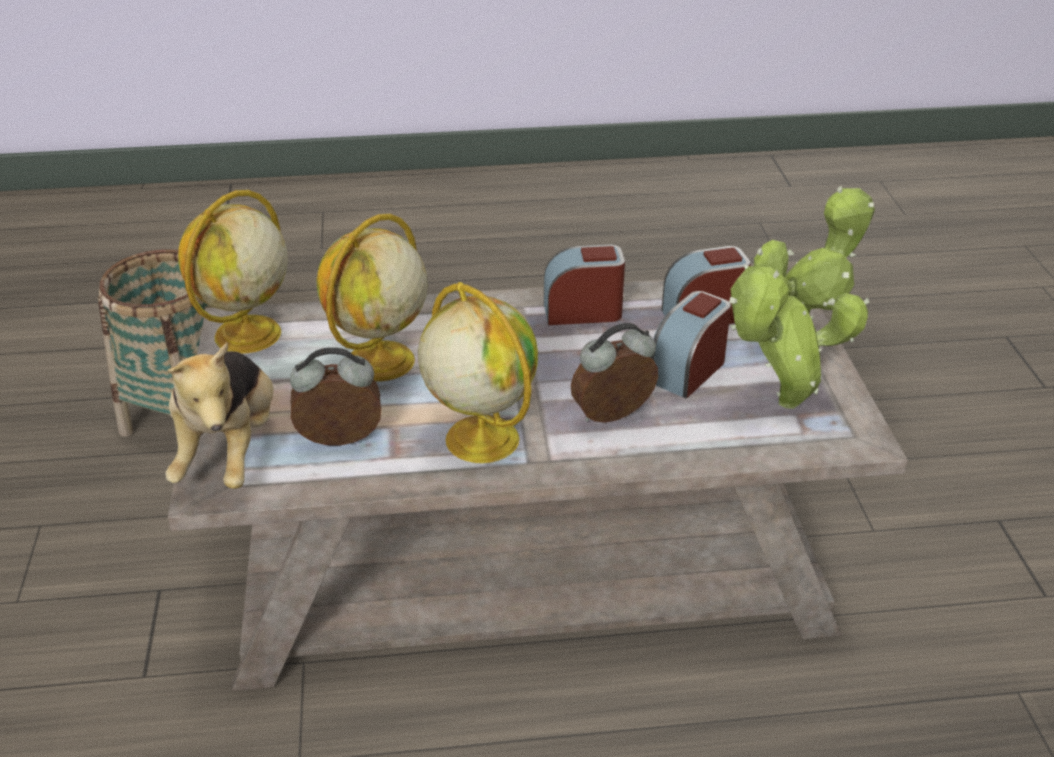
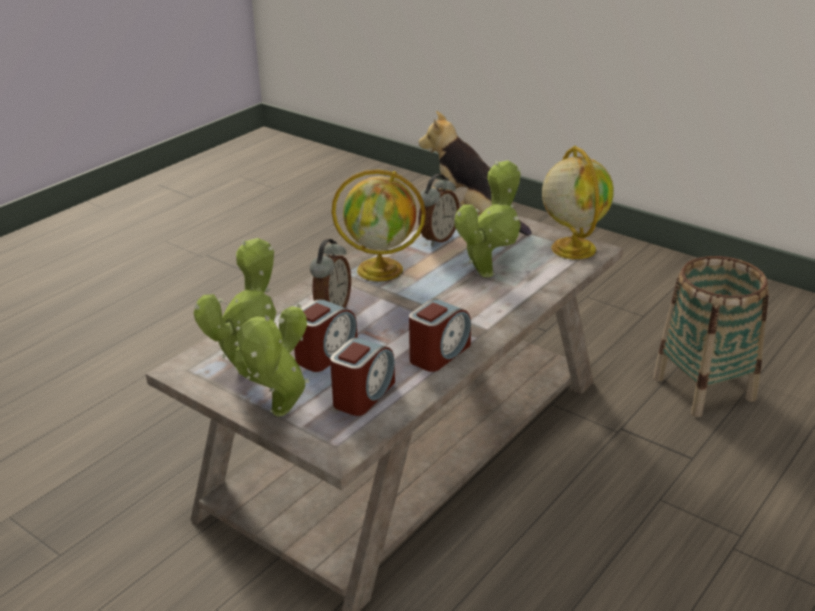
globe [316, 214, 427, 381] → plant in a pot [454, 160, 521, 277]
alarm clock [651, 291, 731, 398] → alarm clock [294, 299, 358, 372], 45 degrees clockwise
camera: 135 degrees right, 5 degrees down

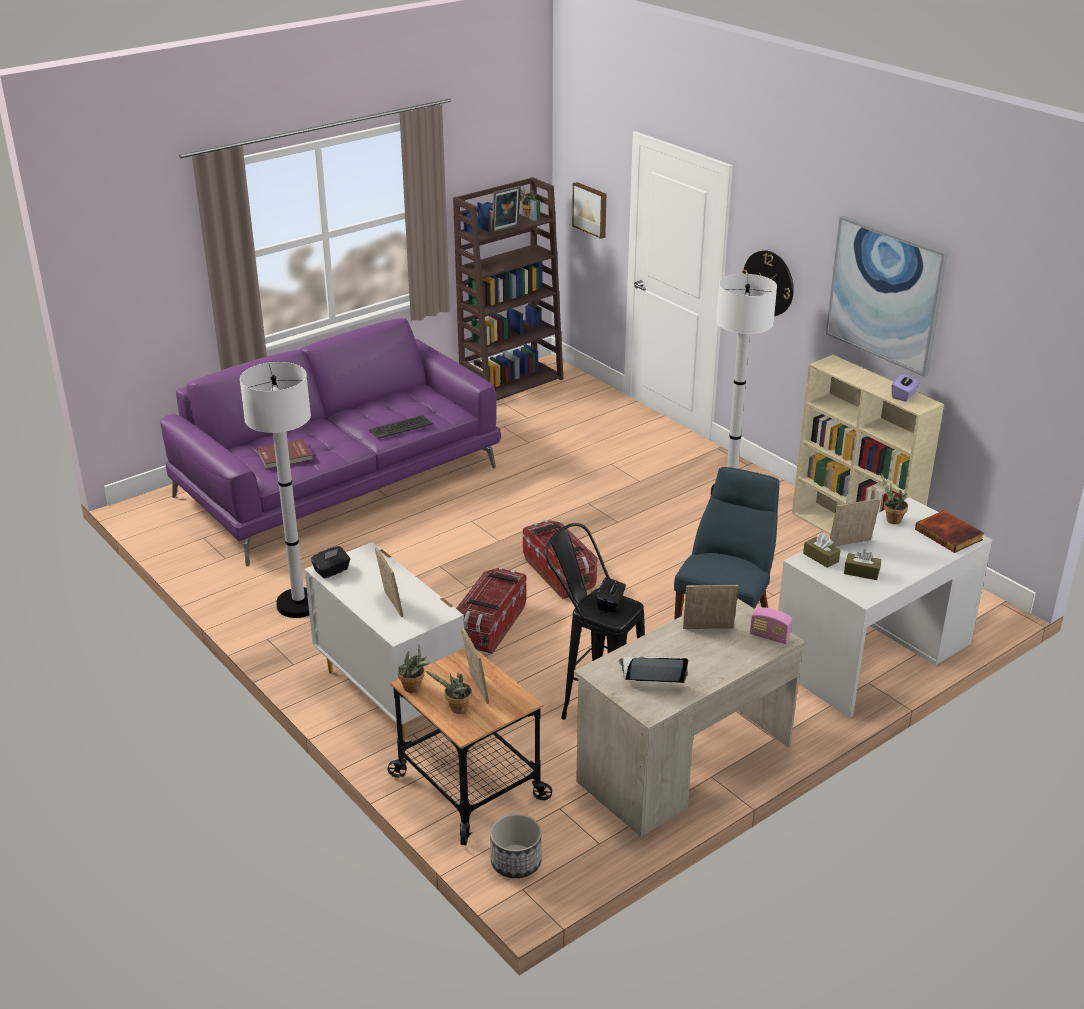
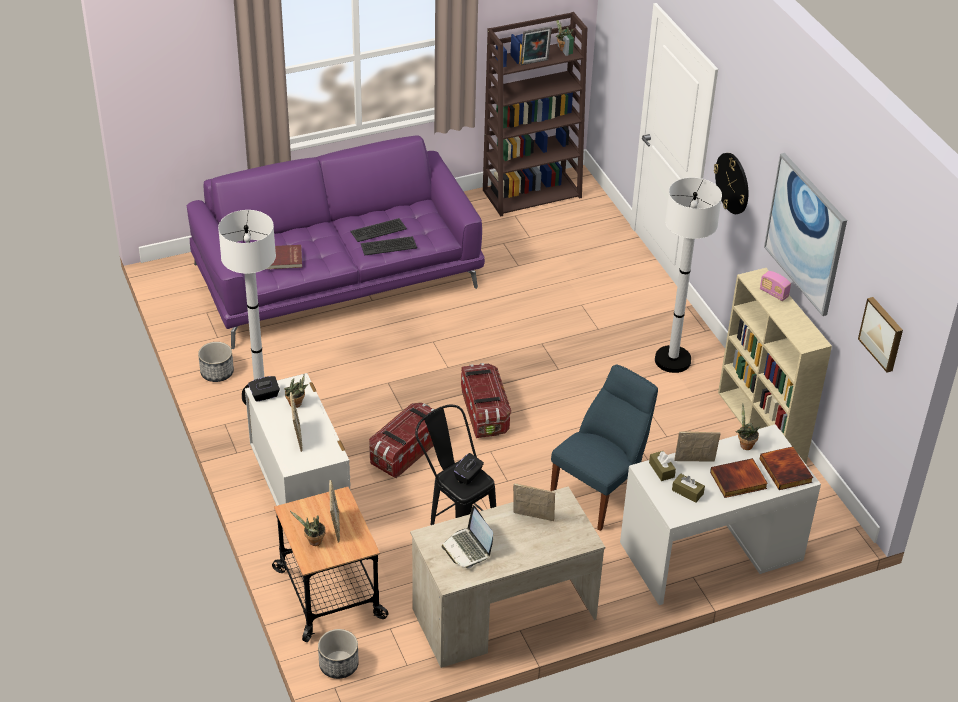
plant in a pot [398, 644, 429, 693] → plant in a pot [284, 375, 308, 408], shifted
picture [572, 182, 606, 239] → picture [858, 297, 903, 373], shifted
laptop [618, 656, 688, 684] → laptop [441, 505, 493, 568], 135 degrees counterclockwise
radio receiver [750, 607, 793, 644] → radio receiver [760, 271, 791, 301], shifted
purple-coloured box of tissues [891, 373, 920, 402] → -
- → flower pot [198, 342, 234, 382]
- → keyboard [350, 218, 407, 242]
- → book [710, 458, 768, 498]
camera: 15 degrees right, 10 degrees up

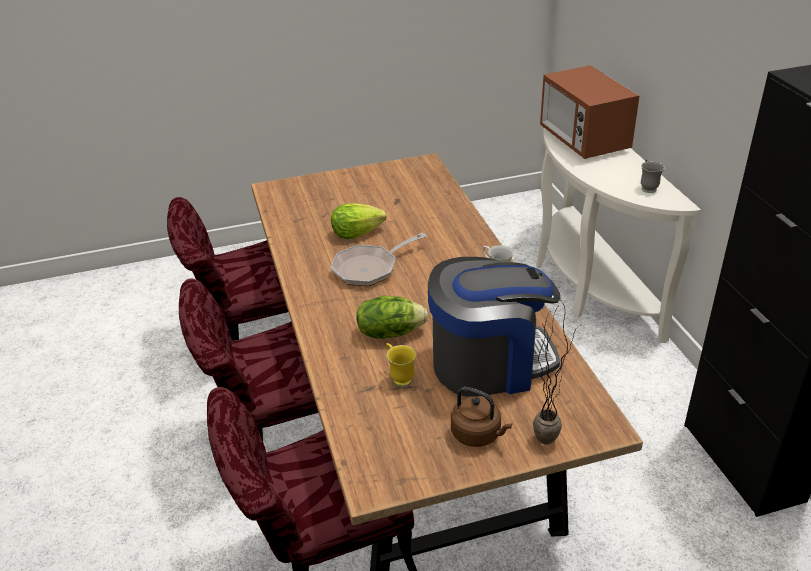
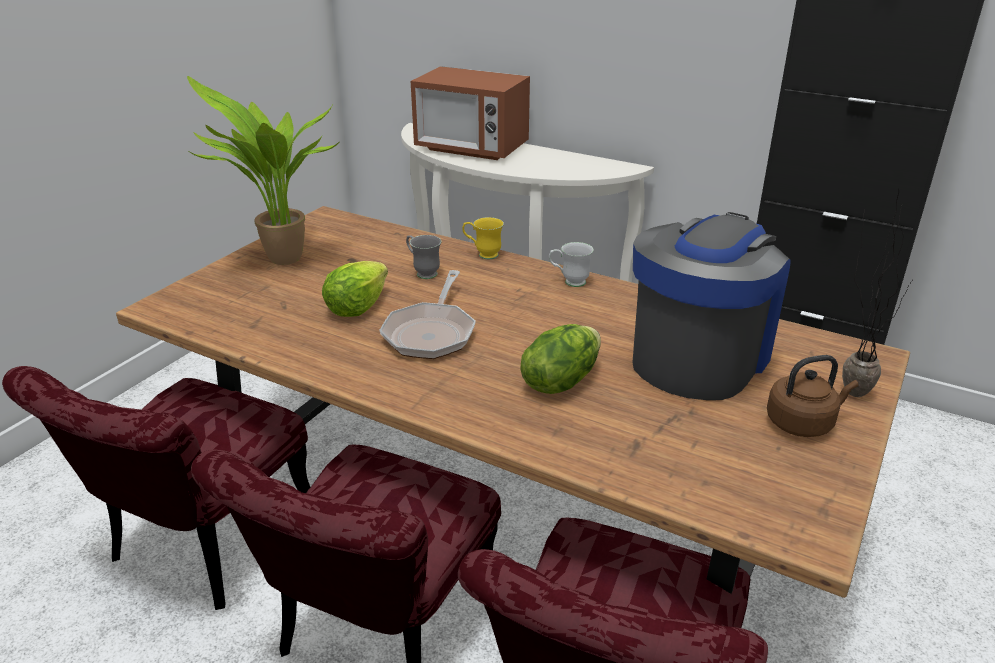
yellow coffee mug [386, 343, 416, 387] → yellow coffee mug [462, 217, 504, 259], shifted
grey coffee mug [641, 159, 665, 193] → grey coffee mug [406, 235, 441, 279], shifted
- → plant in a pot [187, 76, 340, 265]
camera: 45 degrees left, 5 degrees down

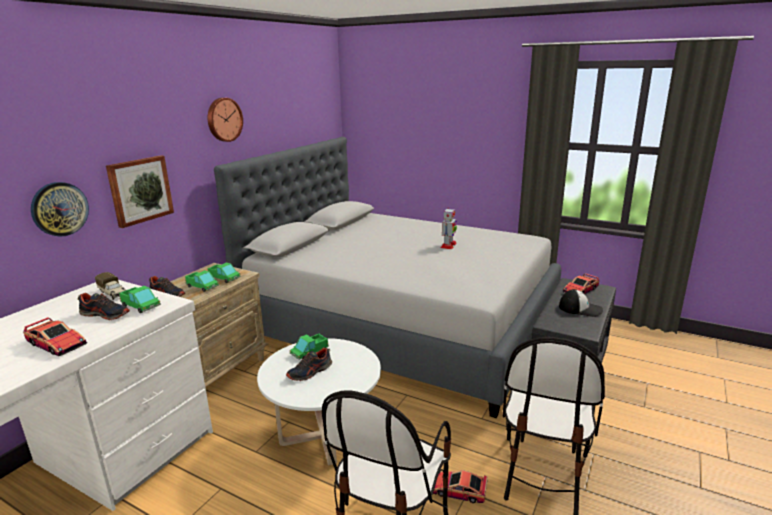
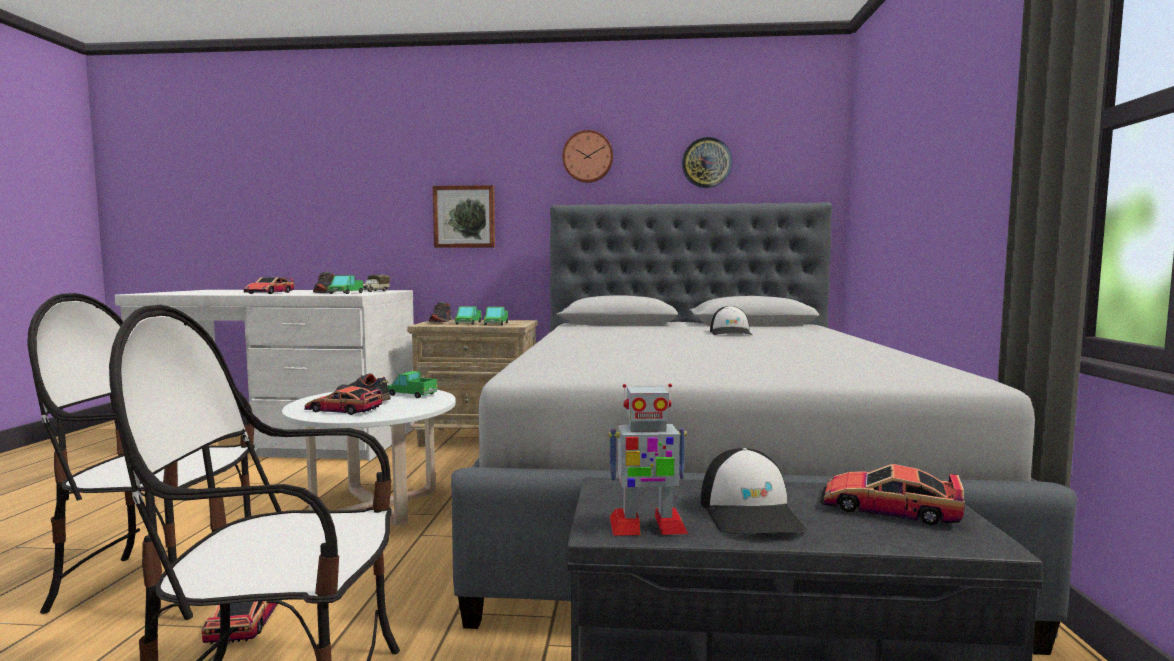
clock on the wall [31, 182, 89, 237] → clock on the wall [682, 137, 732, 188], shifted
model robot [441, 208, 457, 249] → model robot [608, 384, 688, 536], shifted
- → miniature car [304, 386, 383, 415]
- → baseball cap [710, 306, 752, 335]
camera: 65 degrees right, 15 degrees down

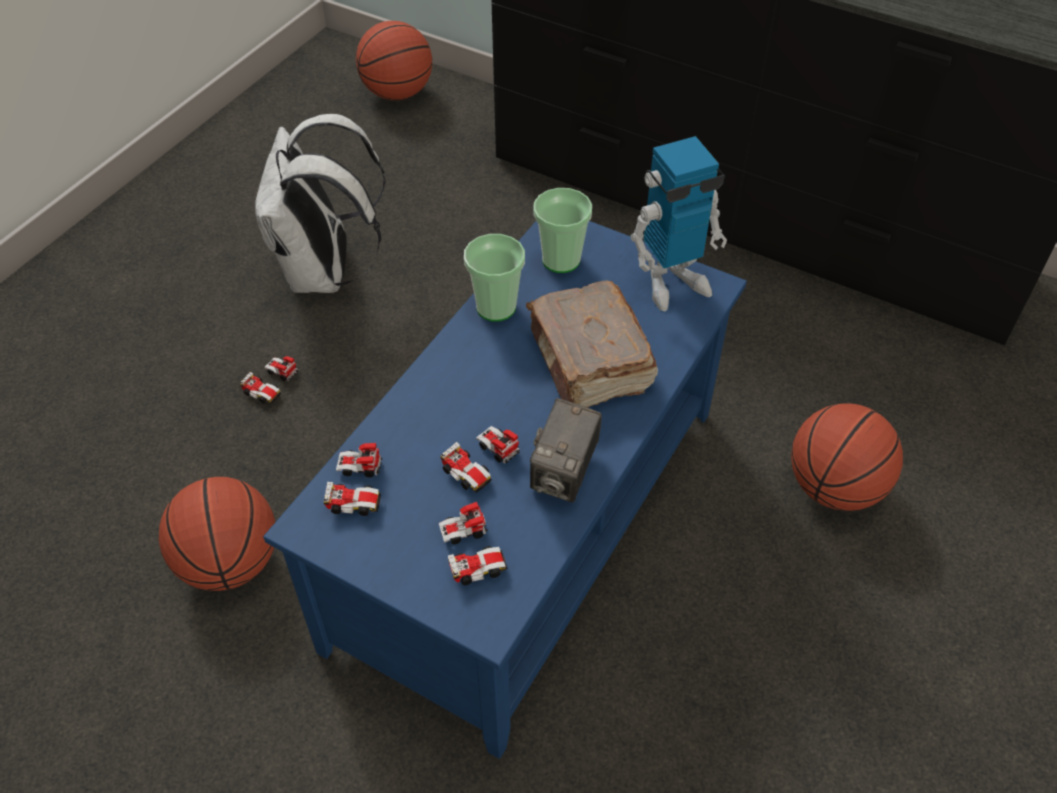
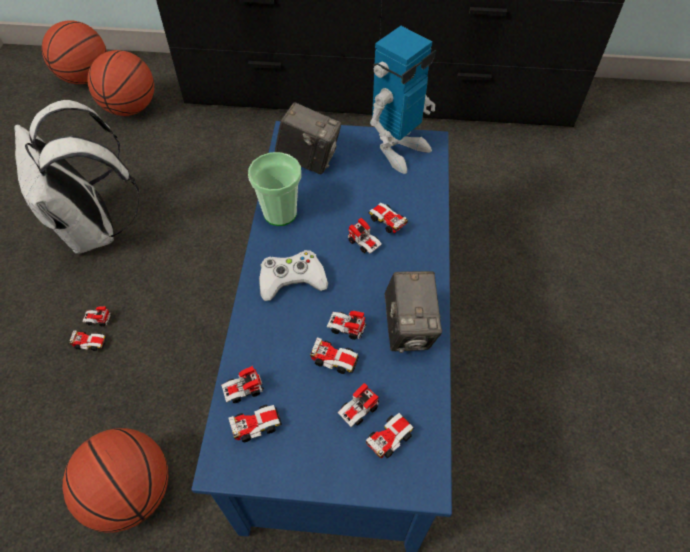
brown book [526, 280, 658, 408] → miniature car [348, 203, 408, 254]
drinking cup [533, 188, 592, 273] → still camera [275, 102, 341, 174]
basketball [791, 403, 903, 511] → basketball [87, 50, 154, 116], shifted
- → white-coloured game controller [259, 250, 328, 301]
camera: 25 degrees left, 5 degrees up

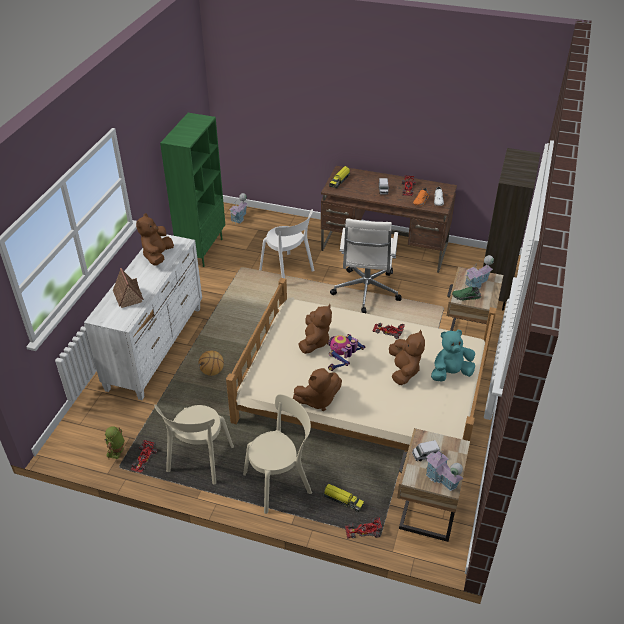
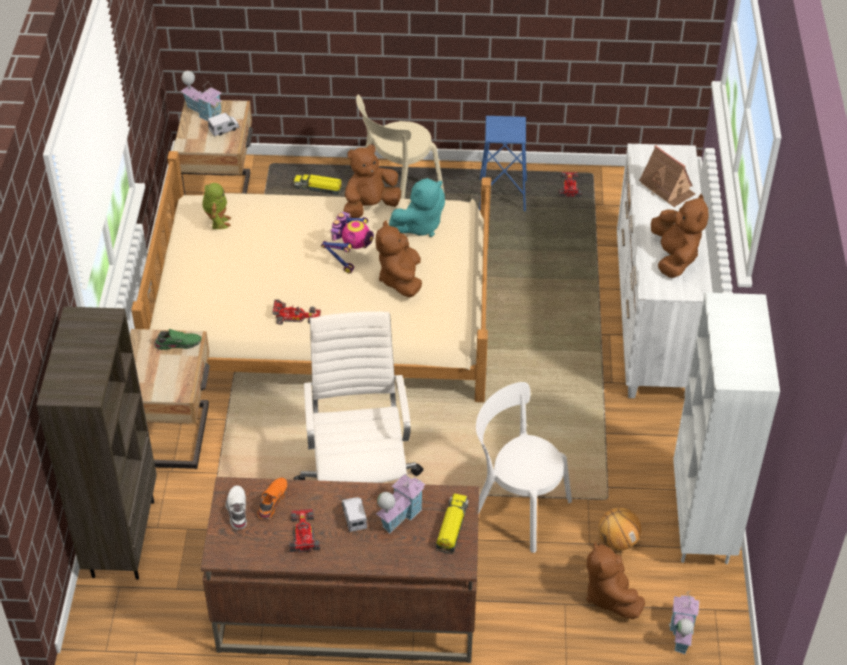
model robot [104, 426, 125, 459] → model robot [202, 183, 231, 230], shifted
beige-coloured upright chair [154, 405, 234, 485] → bluish stool seat [479, 116, 527, 211]
green-coloured bookshelf [160, 113, 225, 267] → white-coloured bookshelf [673, 292, 780, 564]
basketball [199, 351, 224, 376] → basketball [599, 508, 641, 550], shifted
miniature car [345, 517, 383, 539] → -
brown cuddly toy [389, 330, 425, 385] → brown cuddly toy [586, 541, 645, 619], shifted
blue-green cuddly toy [431, 330, 475, 382] → blue-green cuddly toy [389, 178, 445, 237], shifted
model house [465, 255, 494, 289] → model house [376, 472, 425, 534], shifted
camera: 165 degrees right, 5 degrees up

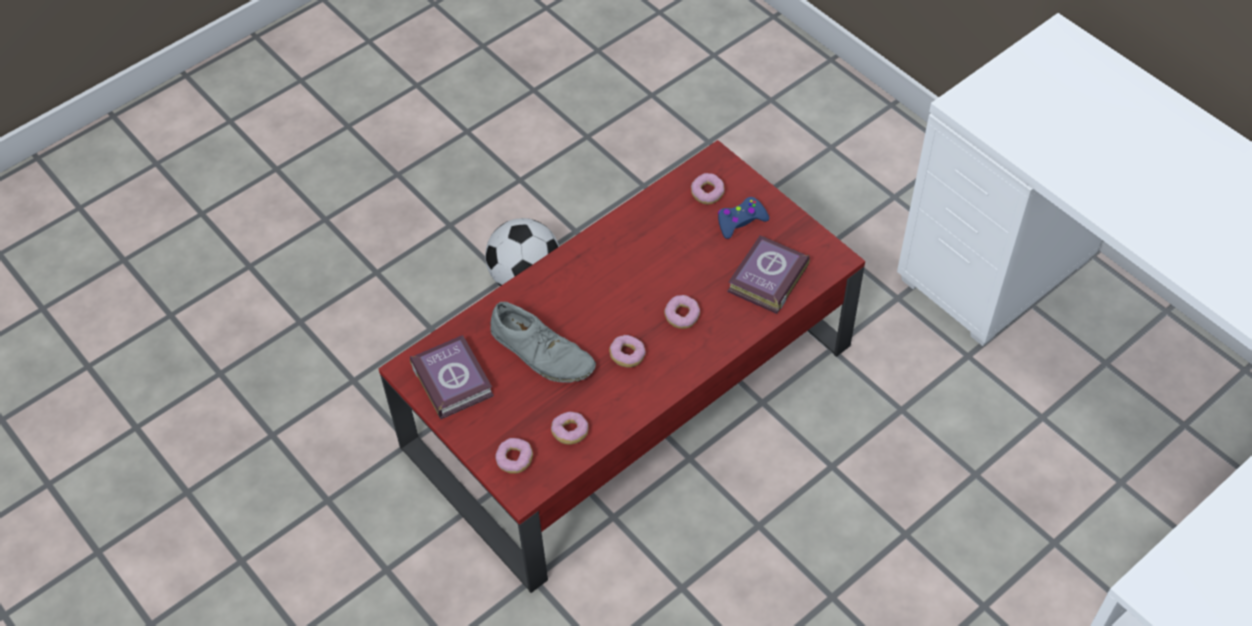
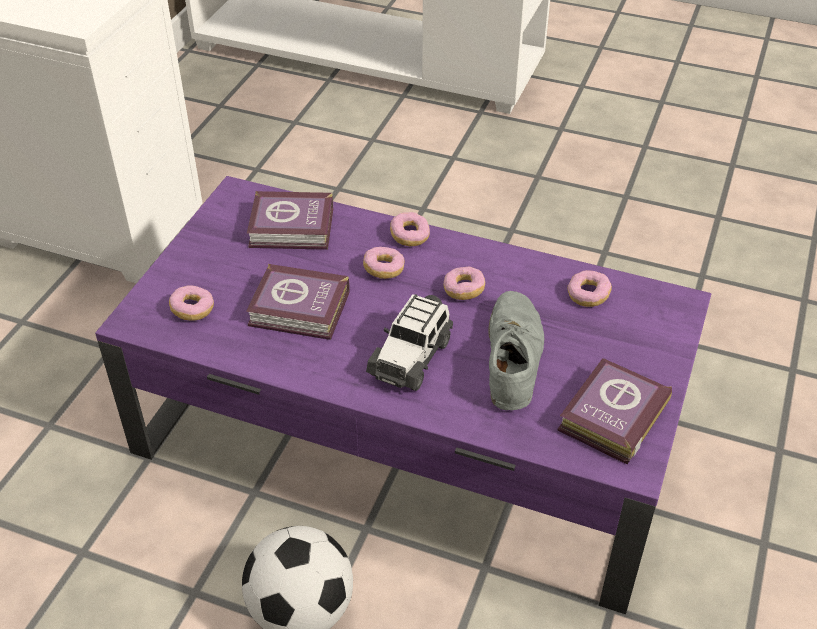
reddish low table [379, 140, 865, 593] → purple-coloured low table [95, 176, 711, 614]
ring doughnut [495, 438, 533, 474] → ring doughnut [390, 212, 430, 246], shifted
bluish game controller [718, 197, 769, 239] → -
- → book [246, 264, 349, 340]
- → miniature car [366, 294, 453, 391]
camera: 120 degrees left, 10 degrees down

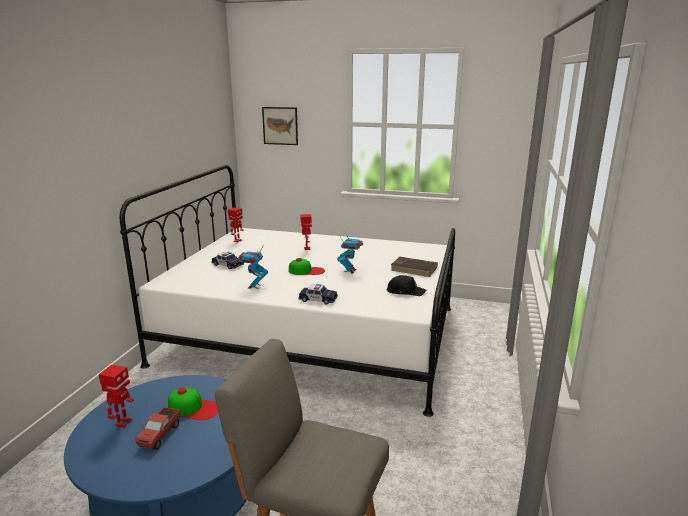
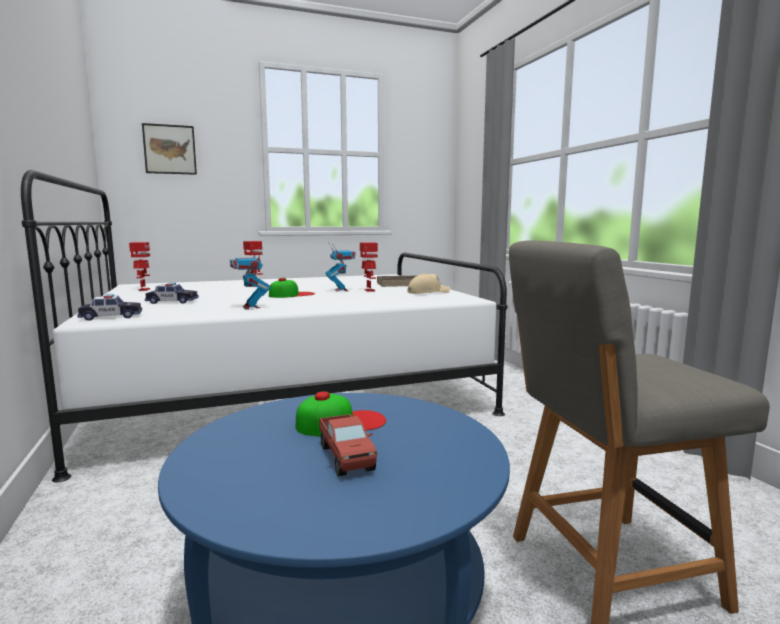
model robot [99, 365, 134, 428] → model robot [360, 242, 378, 292], shifted
miniature car [298, 284, 338, 304] → miniature car [77, 294, 142, 321], shifted
blackish baseball cap [387, 275, 426, 296] → beige-coloured baseball cap [408, 273, 450, 294]
camera: 35 degrees left, 10 degrees down

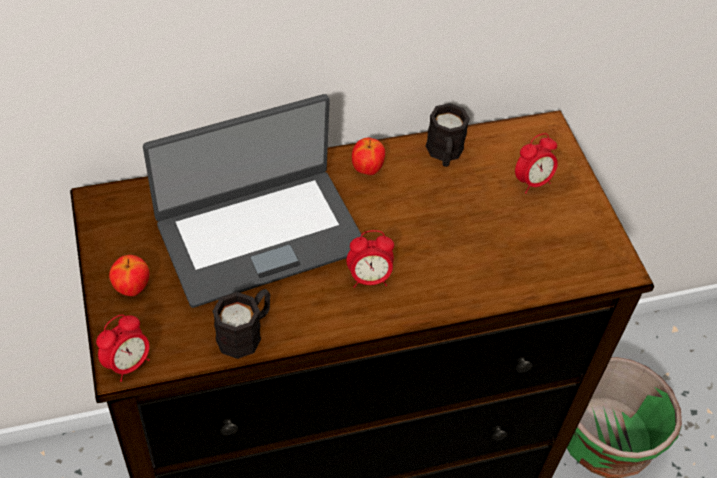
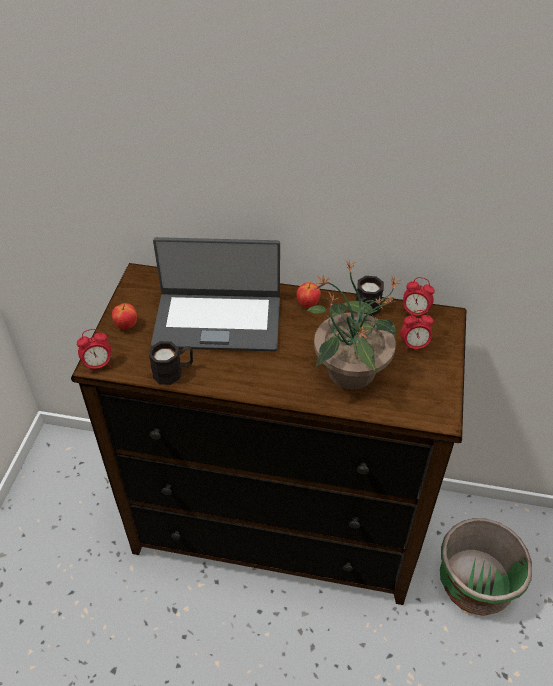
alarm clock [346, 230, 394, 288] → alarm clock [403, 277, 435, 316], shifted
- → plant in a pot [306, 259, 400, 390]
camera: 30 degrees right, 5 degrees down

